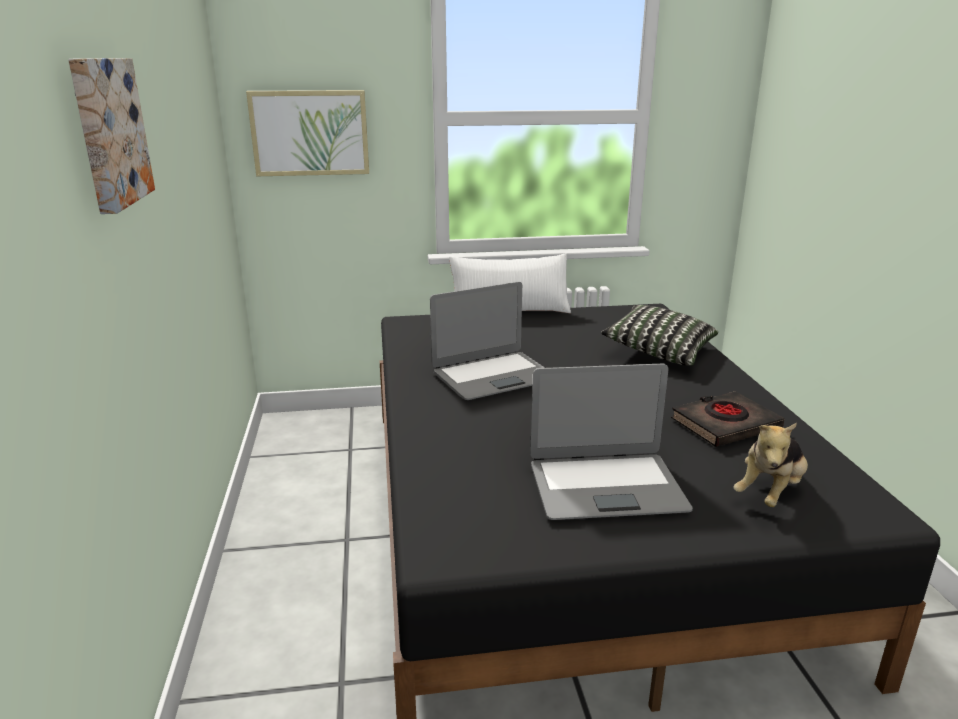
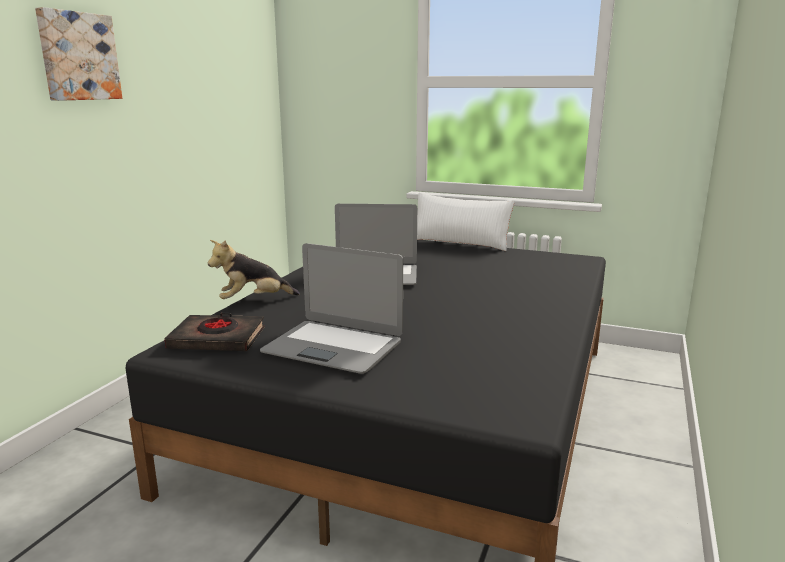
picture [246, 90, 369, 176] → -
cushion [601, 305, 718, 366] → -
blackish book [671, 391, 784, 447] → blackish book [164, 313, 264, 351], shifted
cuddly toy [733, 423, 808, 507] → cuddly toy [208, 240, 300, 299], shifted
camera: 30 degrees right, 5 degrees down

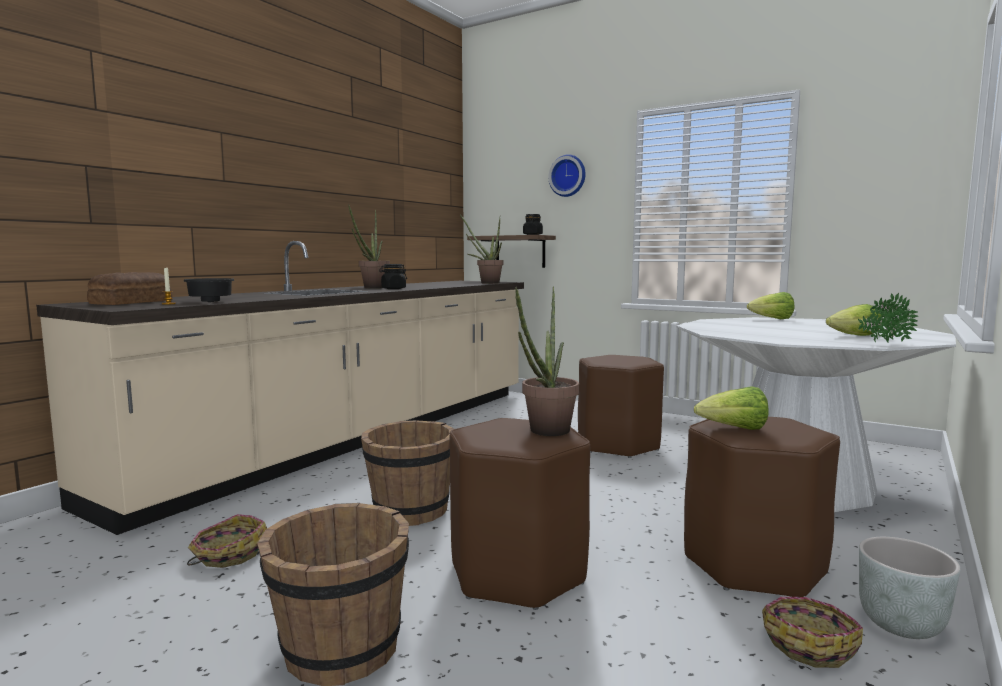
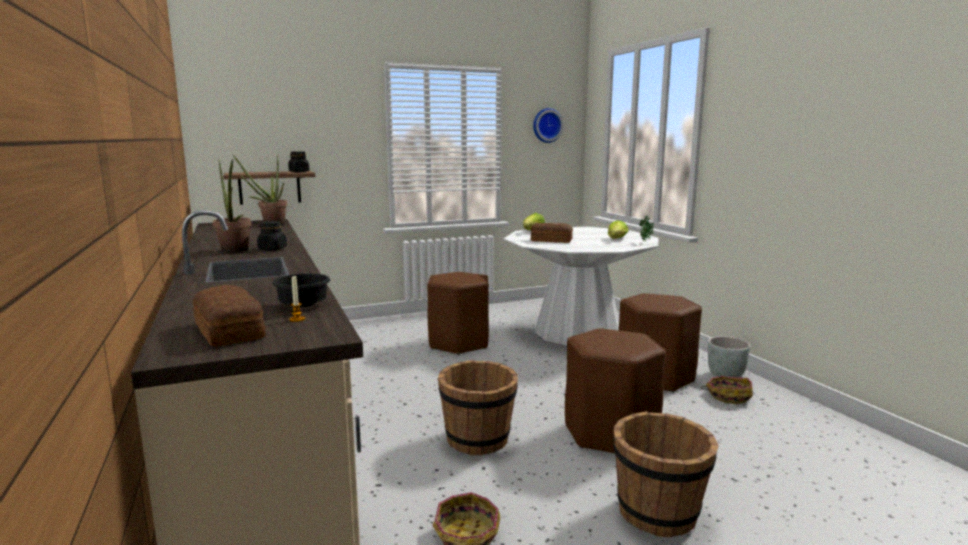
plant in a pot [515, 286, 579, 436] → -
clock on the wall [549, 154, 585, 197] → clock on the wall [533, 108, 563, 143], shifted
lettuce [694, 386, 769, 430] → -
- → bread [531, 223, 573, 243]
camera: 55 degrees left, 5 degrees up

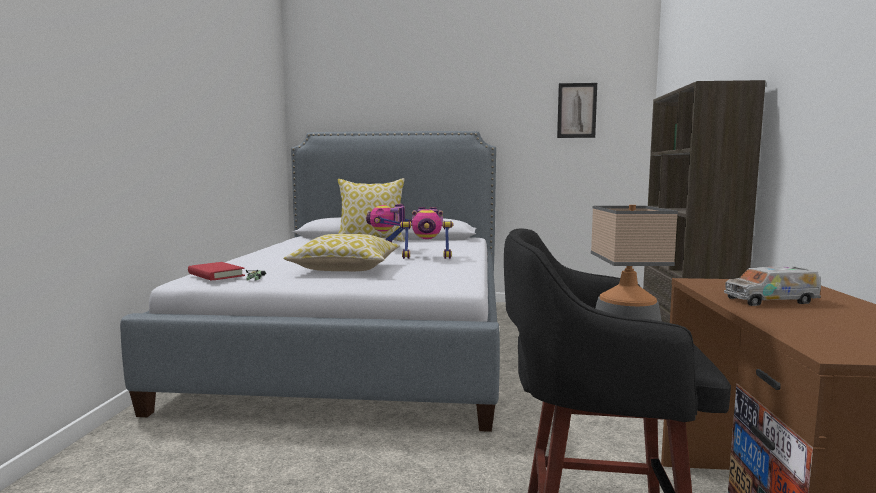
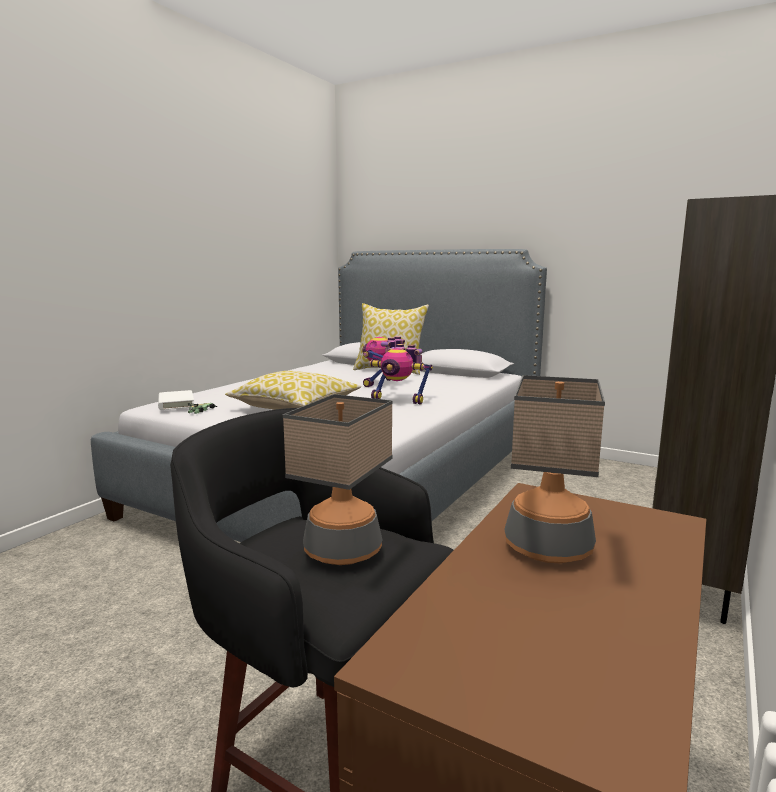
reddish book [188, 262, 245, 281] → white-coloured book [158, 390, 194, 410]
picture [557, 83, 597, 138] → -
toy lorry [724, 267, 821, 306] → lamp for a table [504, 375, 605, 563]
camera: 25 degrees right, 5 degrees up

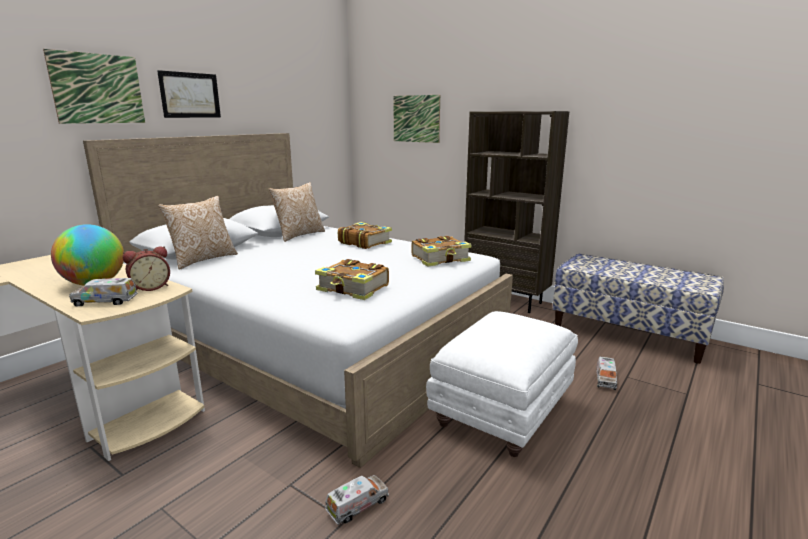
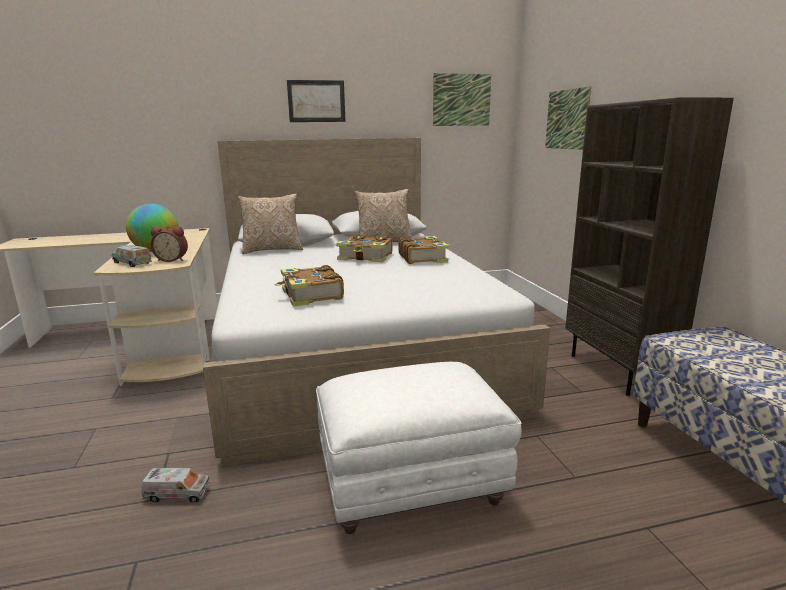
picture [43, 49, 145, 124] → picture [433, 73, 491, 126], shifted
book [411, 236, 472, 267] → book [336, 235, 392, 262], shifted
toy lorry [596, 357, 617, 390] → -
camera: 40 degrees right, 0 degrees up

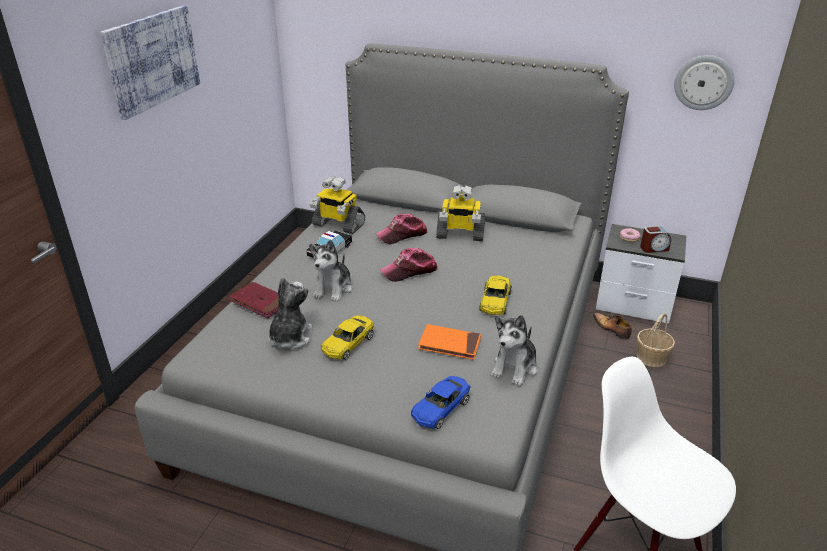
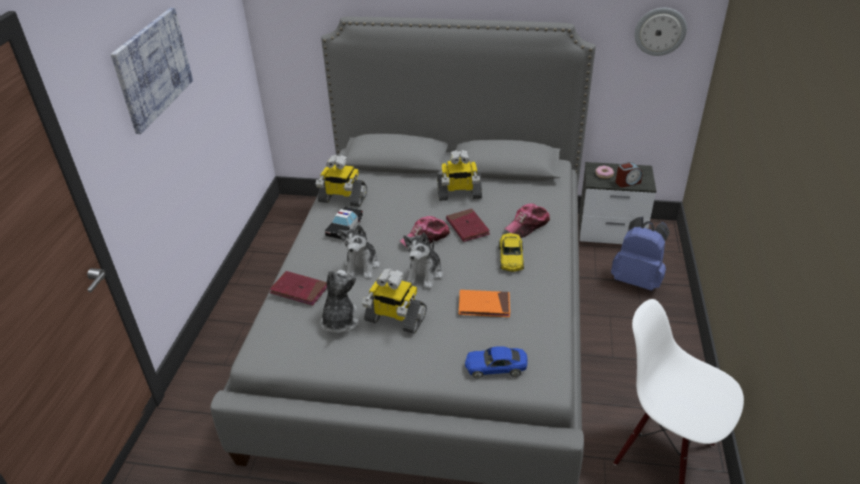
yellow miniature car [321, 315, 374, 360] → model robot [362, 268, 427, 334]
baseball cap [376, 214, 428, 244] → baseball cap [504, 204, 550, 238], shifted
bluish miniature car [411, 376, 471, 429] → bluish miniature car [465, 346, 528, 378], 60 degrees clockwise
cuddly toy [491, 315, 538, 386] → cuddly toy [403, 233, 443, 289], shifted
low shoe [593, 313, 632, 340] → -
basket [637, 313, 675, 367] → bluish rucksack [611, 217, 670, 291]
- → reddish book [446, 209, 490, 242]
camera: 10 degrees left, 5 degrees up

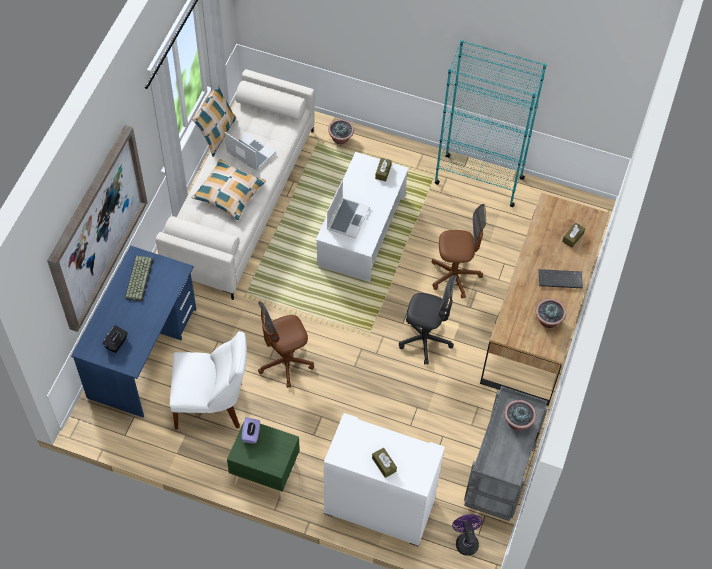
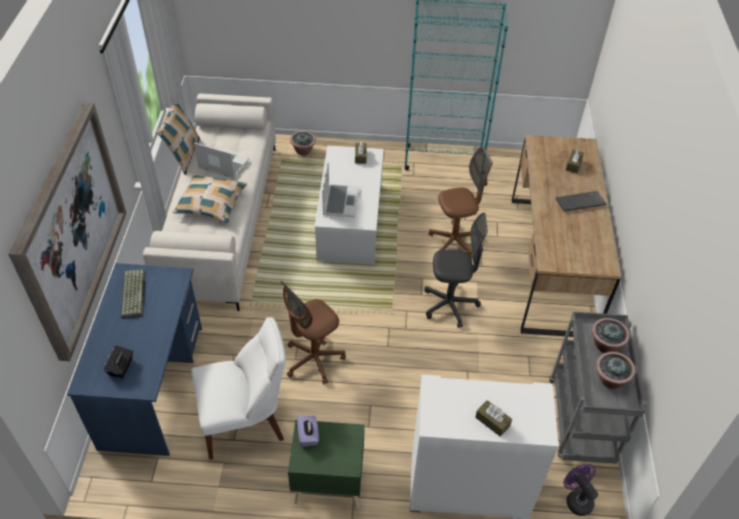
plant in a pot [536, 299, 566, 328] → plant in a pot [596, 352, 636, 389], shifted
camera: 15 degrees left, 10 degrees down

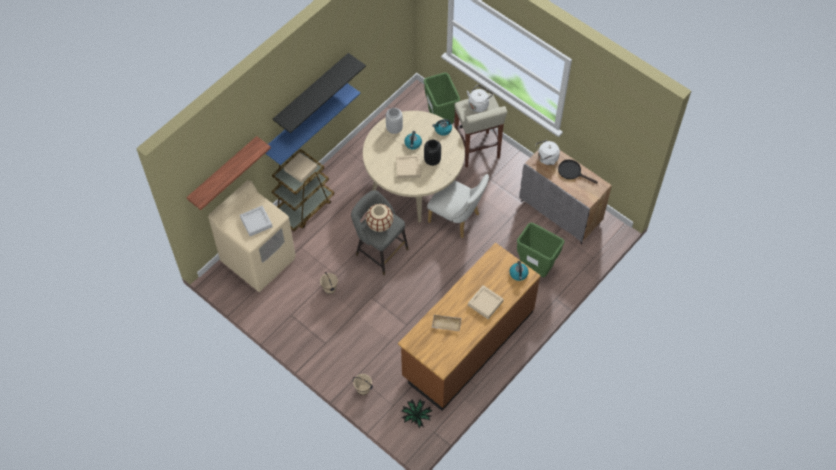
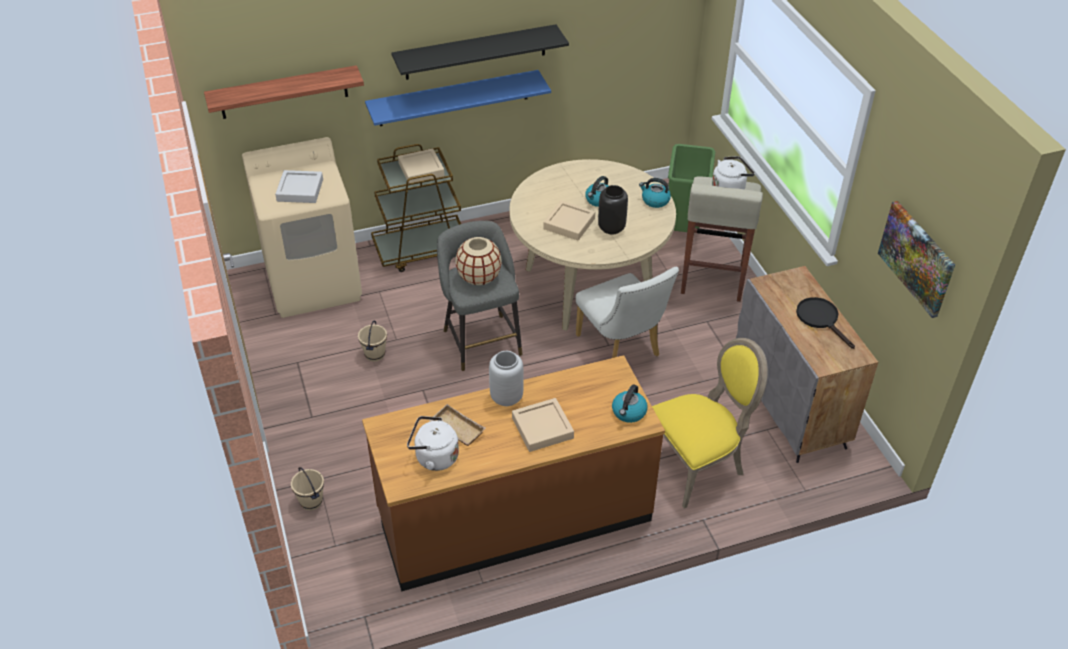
grey flower vase [386, 108, 403, 134] → grey flower vase [489, 351, 524, 406], shifted
plant in a pot [401, 399, 432, 429] → -
green-coloured waste bin [517, 222, 564, 277] → yellow upright chair [652, 338, 768, 508]
white-coloured tea kettle [536, 140, 560, 165] → white-coloured tea kettle [407, 416, 459, 471], shifted
- → picture [878, 201, 955, 318]
camera: 30 degrees right, 15 degrees down

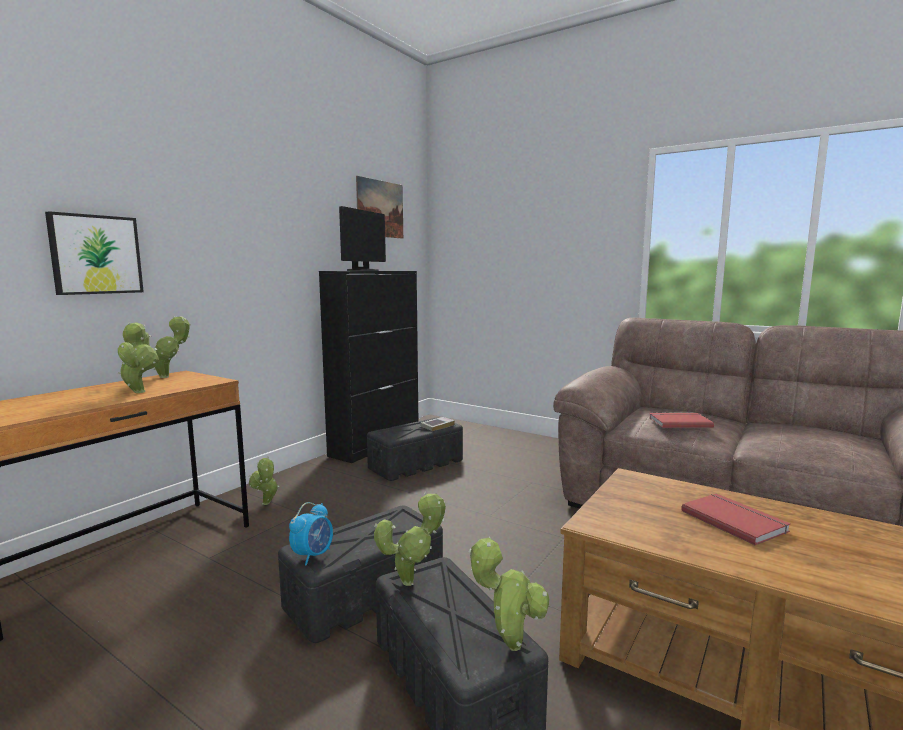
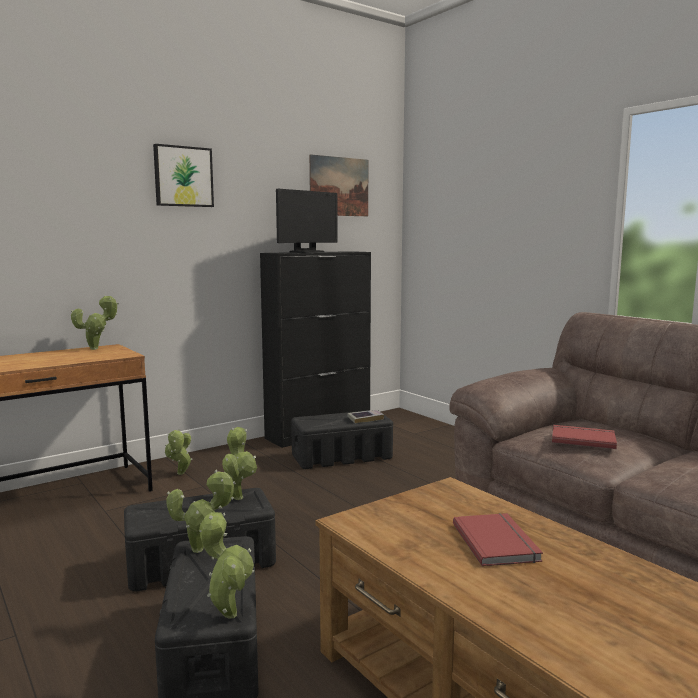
picture [45, 211, 144, 295] → picture [153, 144, 214, 207], shifted
plant in a pot [118, 322, 159, 393] → plant in a pot [222, 427, 257, 500], shifted
alarm clock [289, 502, 333, 566] → -
camera: 20 degrees right, 0 degrees up

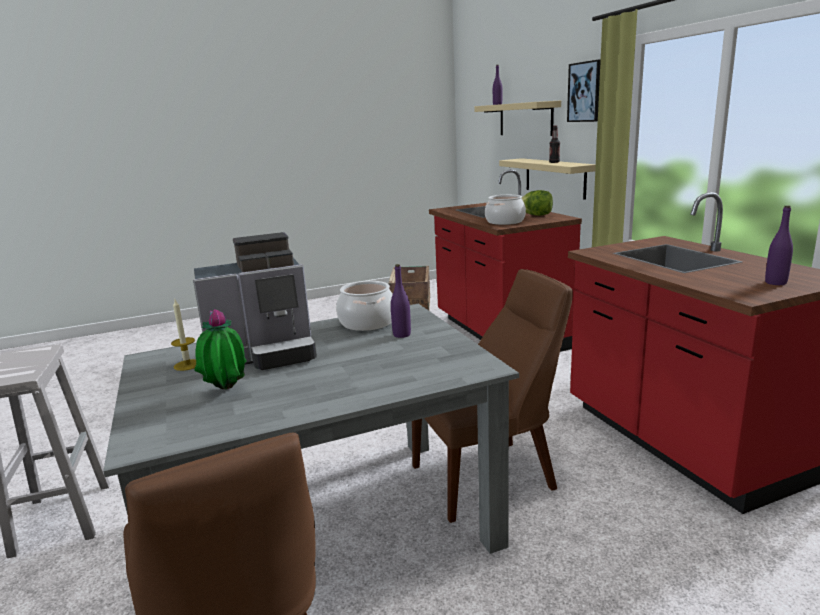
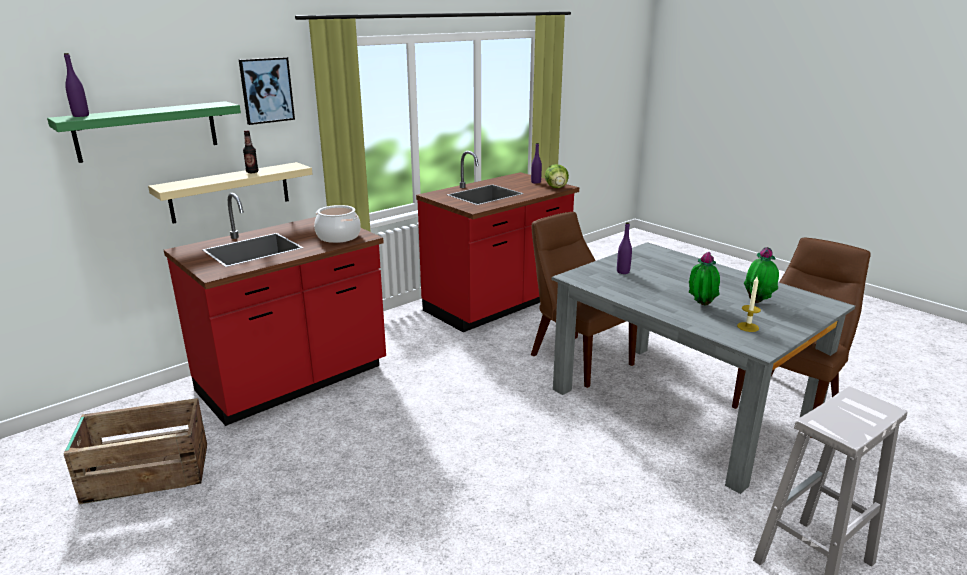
coffee maker [193, 232, 317, 370] → plant in a pot [689, 252, 720, 306]
cooking pot [336, 281, 393, 331] → -
beige-coloured shelf [474, 100, 561, 136] → green-coloured shelf [47, 101, 241, 163]
lettuce [522, 190, 553, 216] → lettuce [545, 164, 569, 188], shifted
camera: 110 degrees left, 5 degrees up

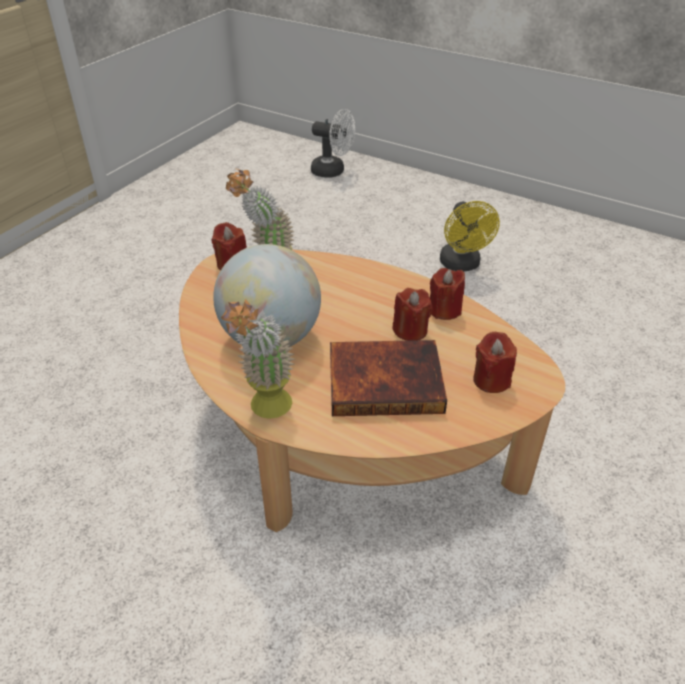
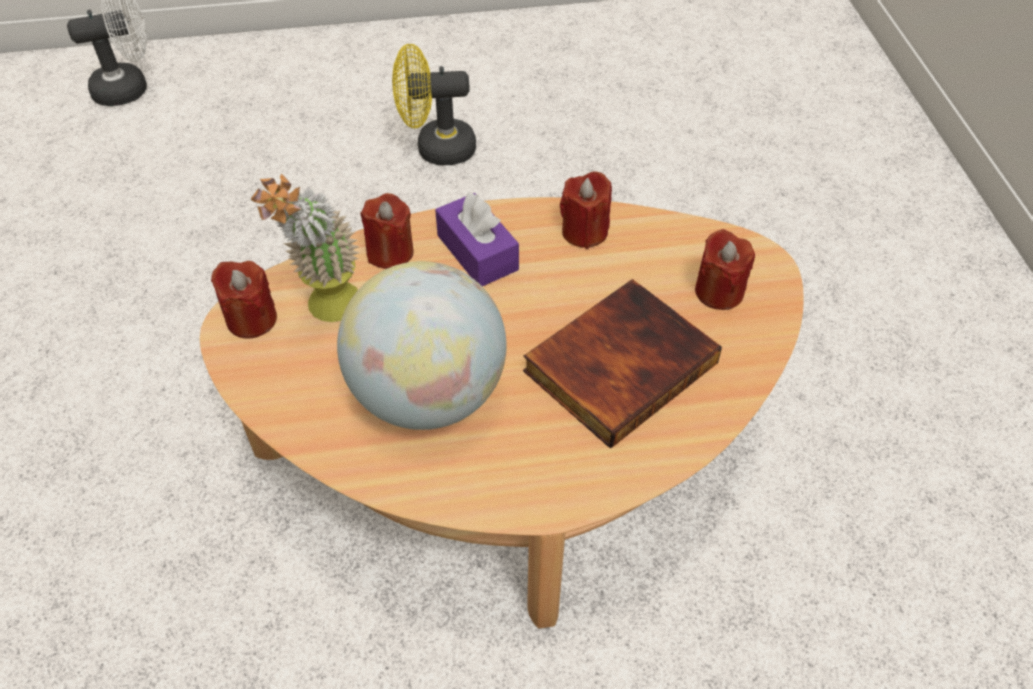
plant in a pot [221, 299, 295, 419] → -
reddish wax candle [392, 288, 433, 341] → reddish wax candle [360, 193, 414, 269], shifted
yellow cooling fan [440, 201, 500, 271] → yellow cooling fan [392, 44, 476, 165], 135 degrees clockwise
- → purple-coloured box of tissues [435, 193, 519, 287]
camera: 40 degrees left, 10 degrees up

